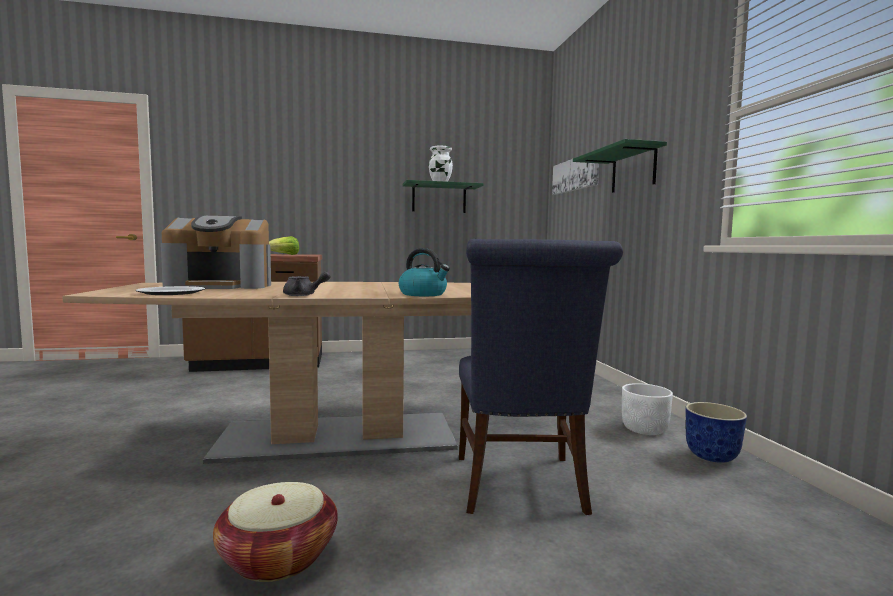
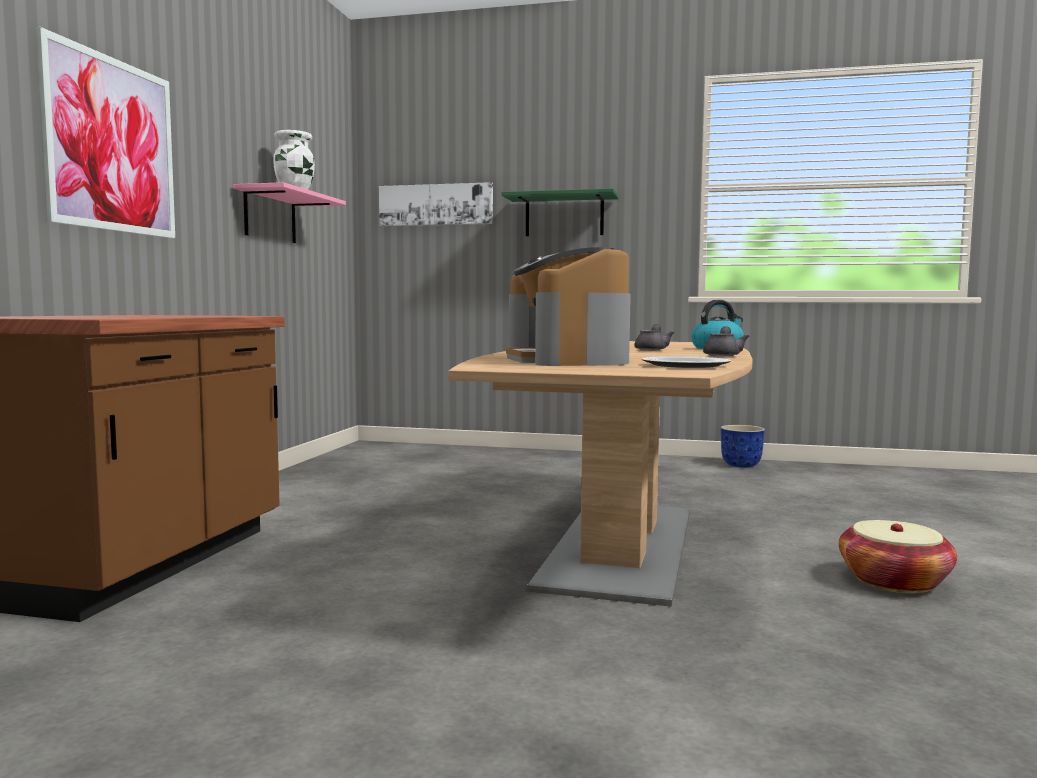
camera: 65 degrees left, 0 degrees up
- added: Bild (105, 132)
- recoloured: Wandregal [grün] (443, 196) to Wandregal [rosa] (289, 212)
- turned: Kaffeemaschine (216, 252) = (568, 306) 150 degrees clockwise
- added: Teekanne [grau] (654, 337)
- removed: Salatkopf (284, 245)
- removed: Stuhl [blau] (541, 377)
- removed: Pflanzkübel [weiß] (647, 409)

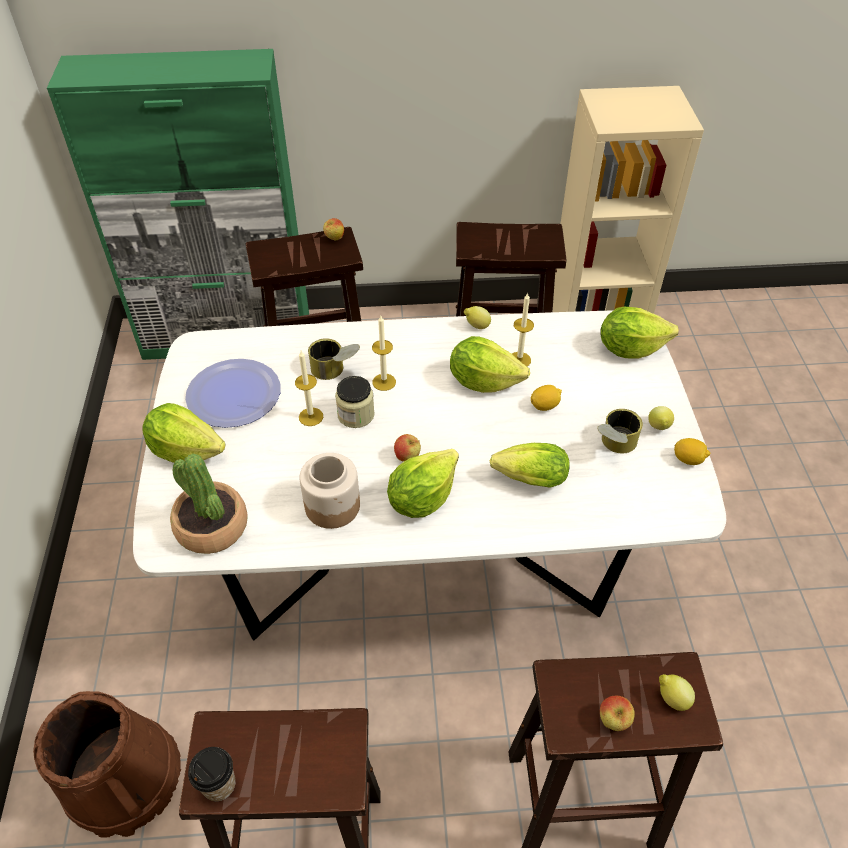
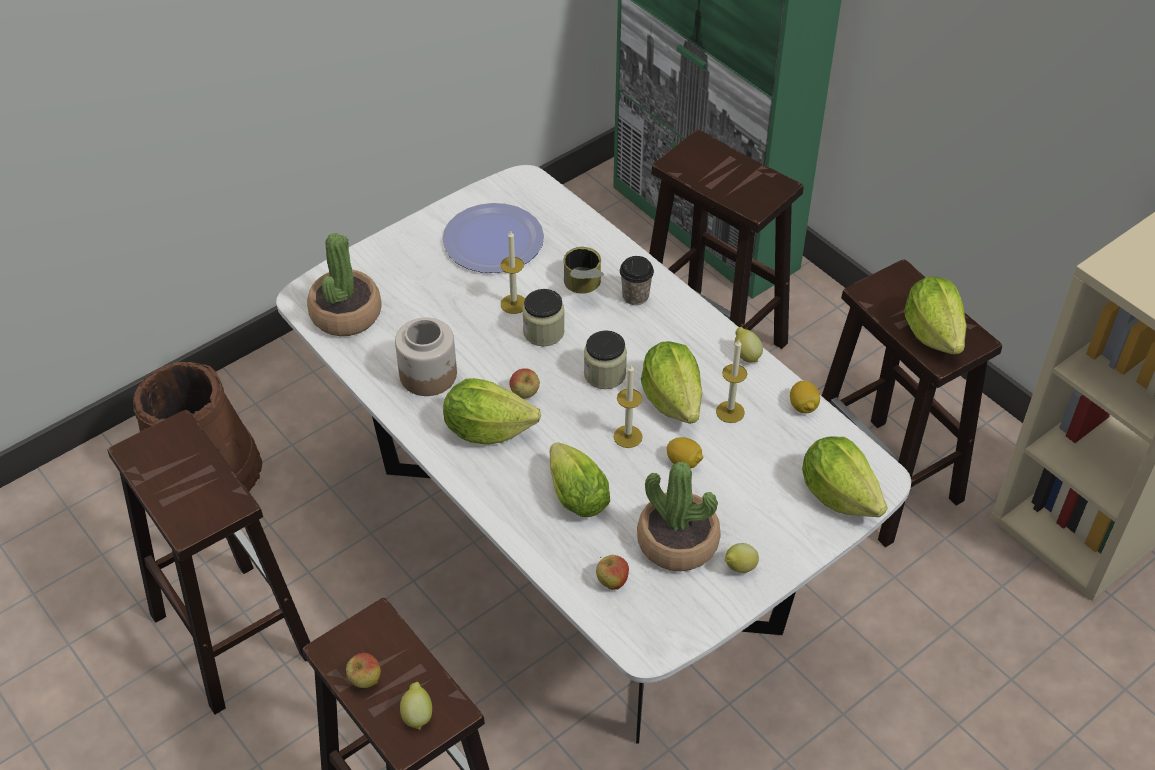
camera: 55 degrees right, 0 degrees up
- added: Vorratsglas (605, 359)
- moved: Apfel (333, 229) to (612, 572)
- moved: Kerze (384, 353) to (628, 406)
- moved: Tasse (212, 774) to (637, 280)
- replaced: Dose (620, 431) to Topfpflanze (679, 516)
- moved: Zitrone (692, 451) to (805, 397)
- moved: Salatkopf (184, 433) to (935, 315)

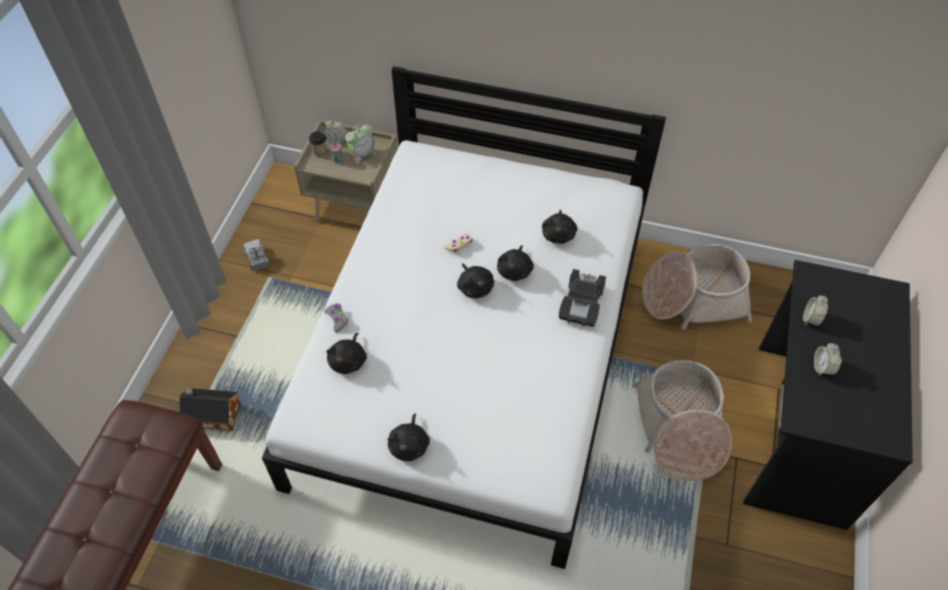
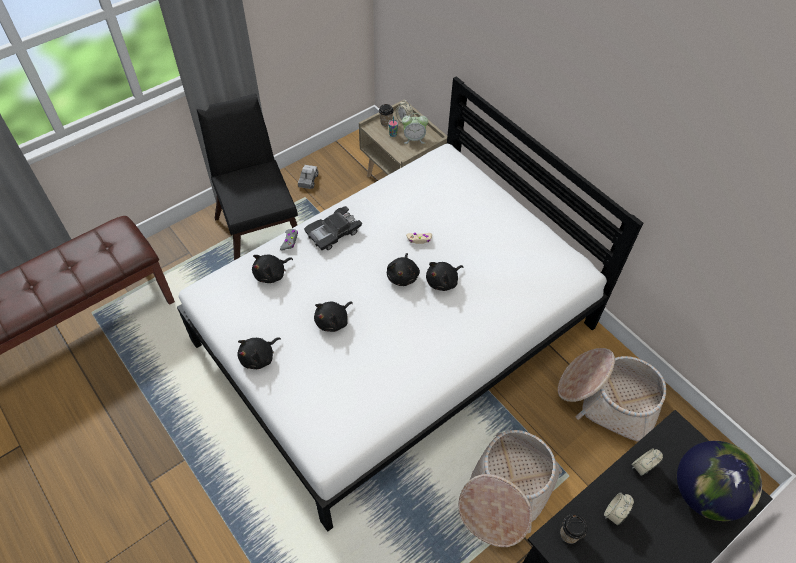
camera: 35 degrees right, 0 degrees up
- added: Stuhl [schwarz] (247, 176)
- moved: Spielzeugauto [schwarz] (582, 298) to (333, 228)
- moved: Plüschtier [schwarz] (559, 227) to (333, 317)
- added: Tasse (573, 529)
- added: Globus (719, 481)
- removed: Spielzeughaus (210, 409)

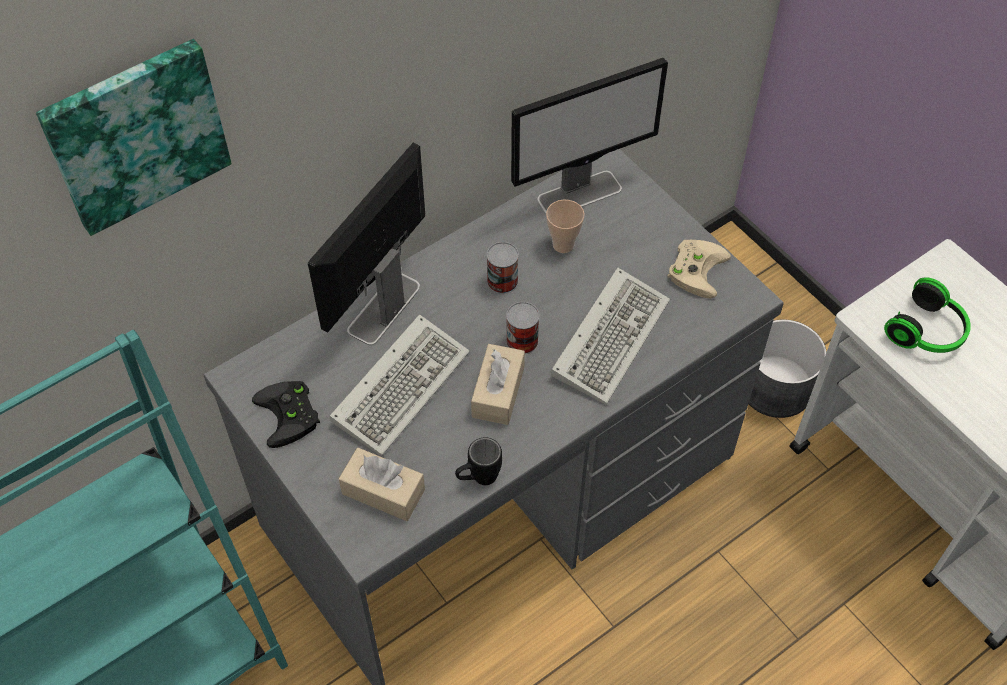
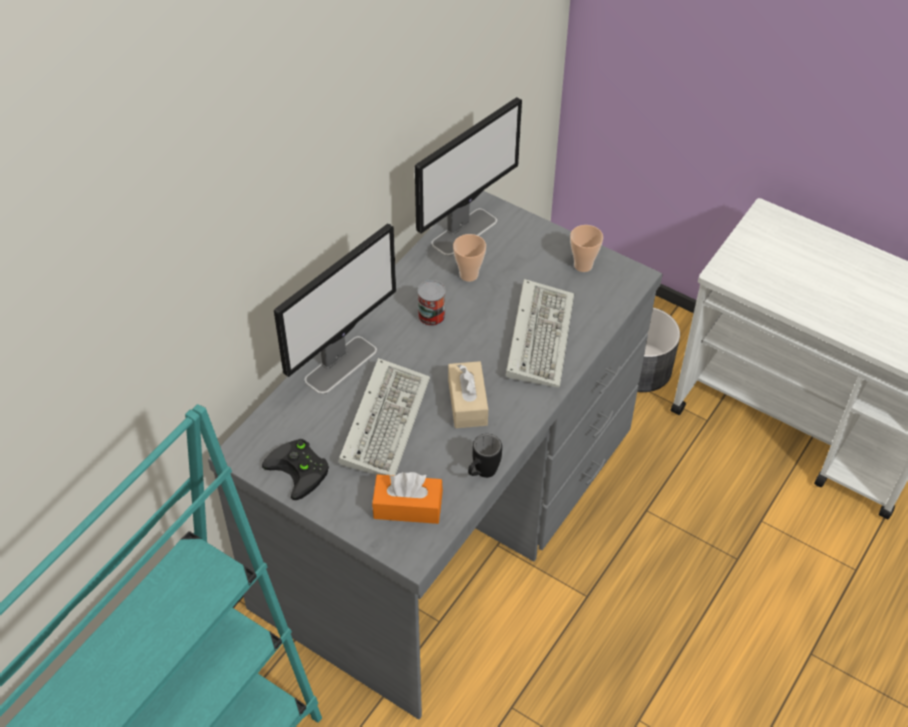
camera: 20 degrees left, 5 degrees down
- turned: Monitor (366, 244) = (335, 308) 150 degrees counterclockwise
- recoloured: Taschentuchbox [beige] (382, 484) to Taschentuchbox [orange] (407, 498)
- replaced: Gamepad [beige] (699, 269) to Tasse (586, 248)
- removed: Bild (134, 137)
- removed: Dose (523, 328)
- removed: Kopfhörer (927, 315)

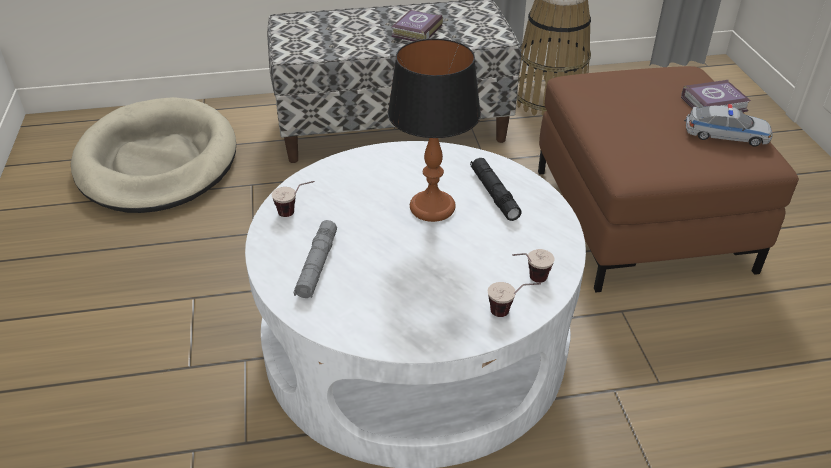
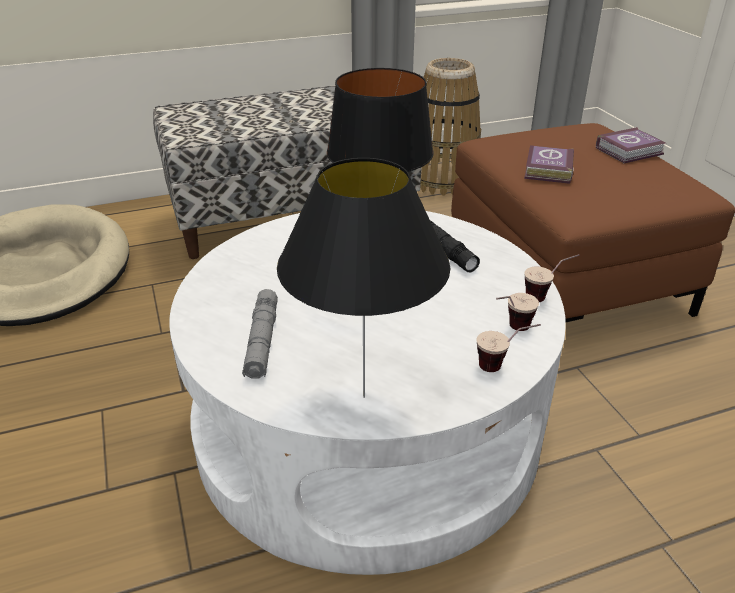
camera: 10 degrees left, 5 degrees down
- added: Tischlampe [schwarz] (363, 278)
- moved: Buch (417, 25) to (549, 164)
- moved: Tasse (293, 199) to (552, 278)
- removed: Spielzeugauto (728, 125)

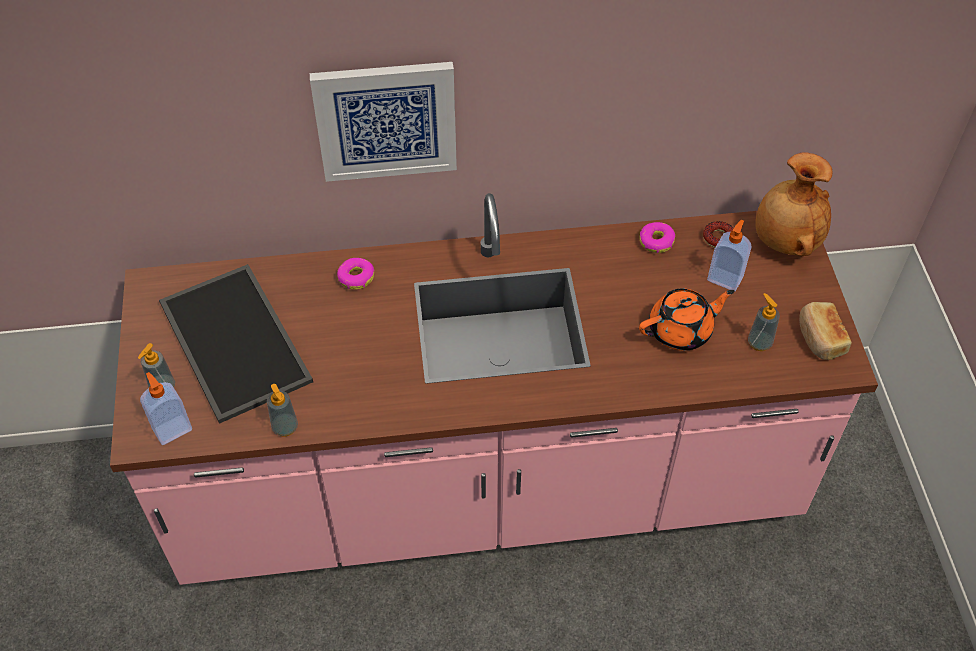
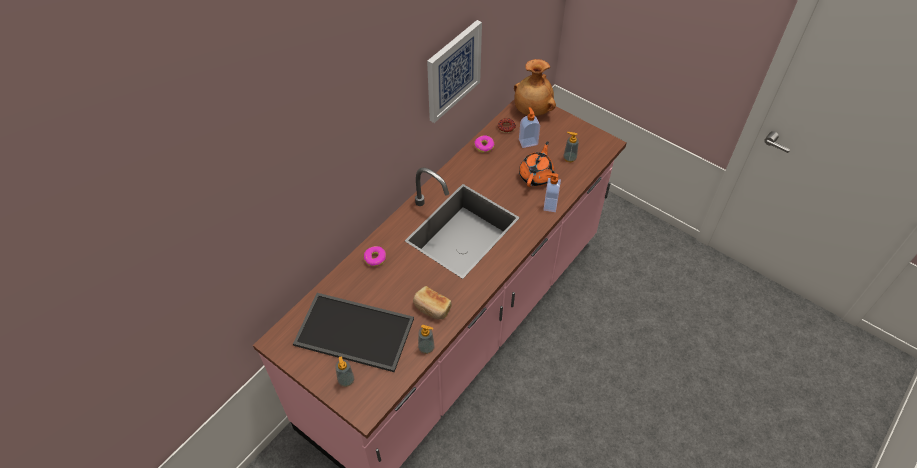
camera: 45 degrees left, 0 degrees up
- moved: Brot (825, 331) to (432, 302)
- moved: Bild (383, 122) to (454, 71)
- moved: Seifenspender (166, 408) to (552, 192)

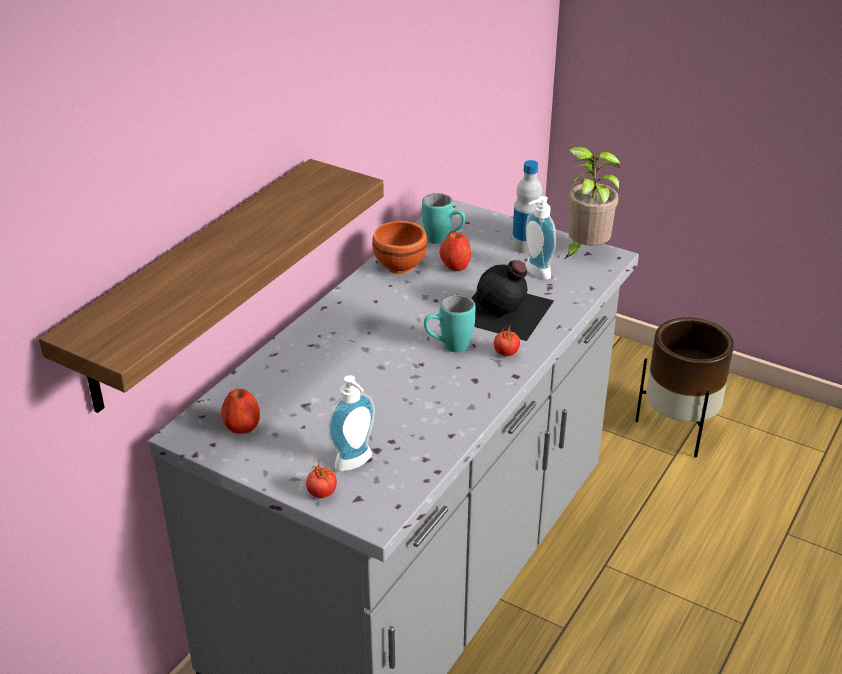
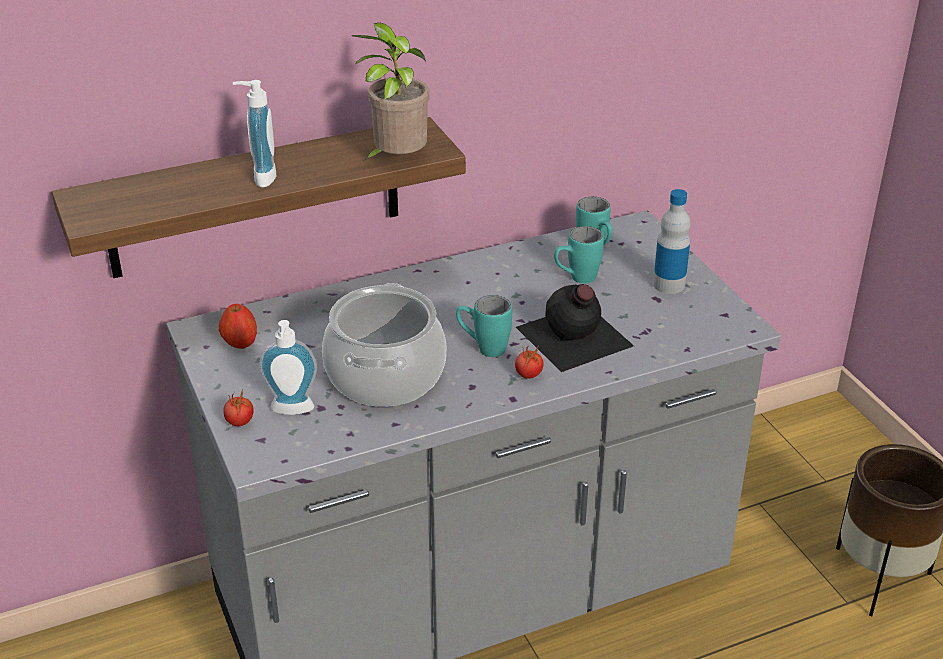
camera: 35 degrees right, 0 degrees up
- moved: Seifenspender (540, 238) to (254, 133)
- added: Kochtopf (384, 345)
- moved: Topfpflanze (592, 203) to (391, 91)
- replaced: Apfel (455, 251) to Henkelbecher [türkis] (579, 255)
- removed: Schüssel [braun] (400, 247)

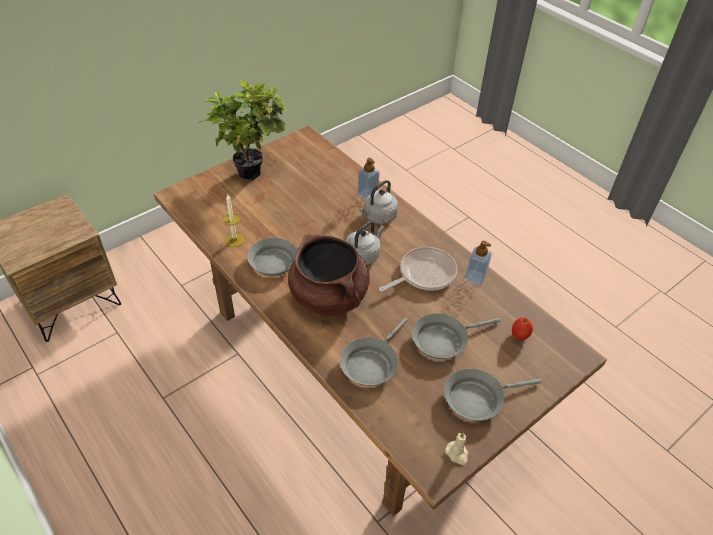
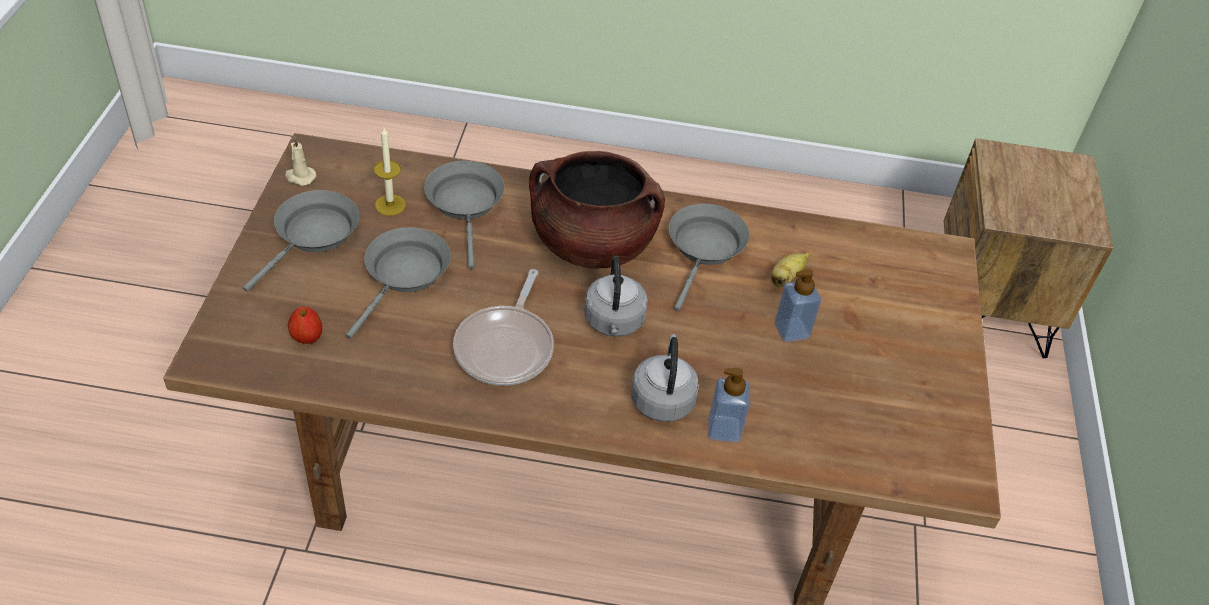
camera: 135 degrees right, 0 degrees up
- moved: Kerze (233, 221) to (390, 171)
- added: Banane (790, 269)
- moved: Seifenspender (478, 263) to (798, 305)
- removed: Topfpflanze (242, 130)

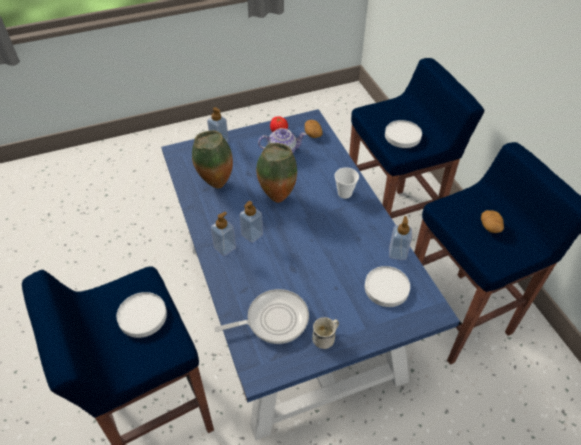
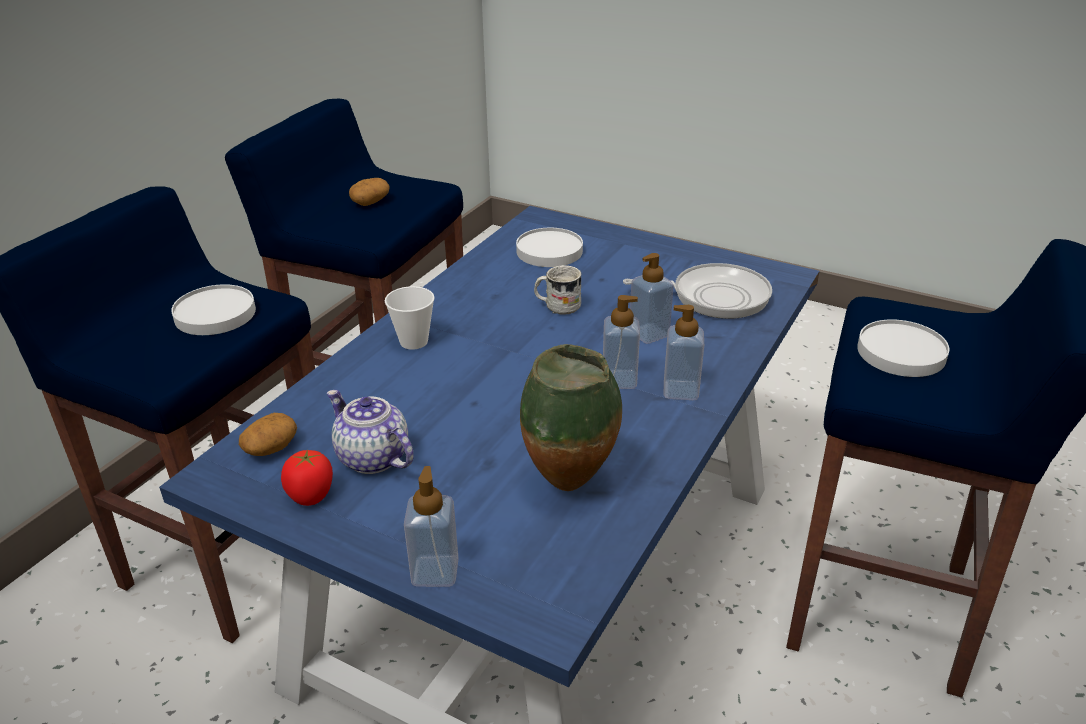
camera: 130 degrees left, 15 degrees down
- moved: Henkelbecher [weiß] (325, 333) to (558, 289)
- turned: Pfanne (261, 316) = (697, 291) 150 degrees clockwise
- moved: Seifenspender (400, 238) to (652, 298)
- removed: Vase (276, 173)

